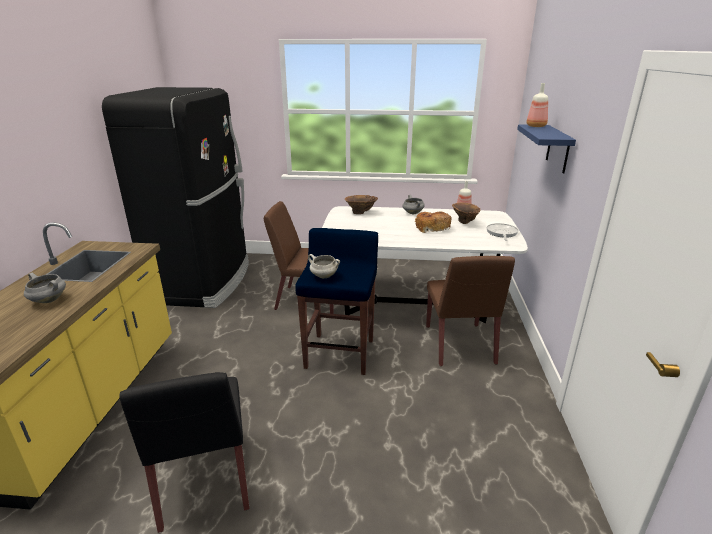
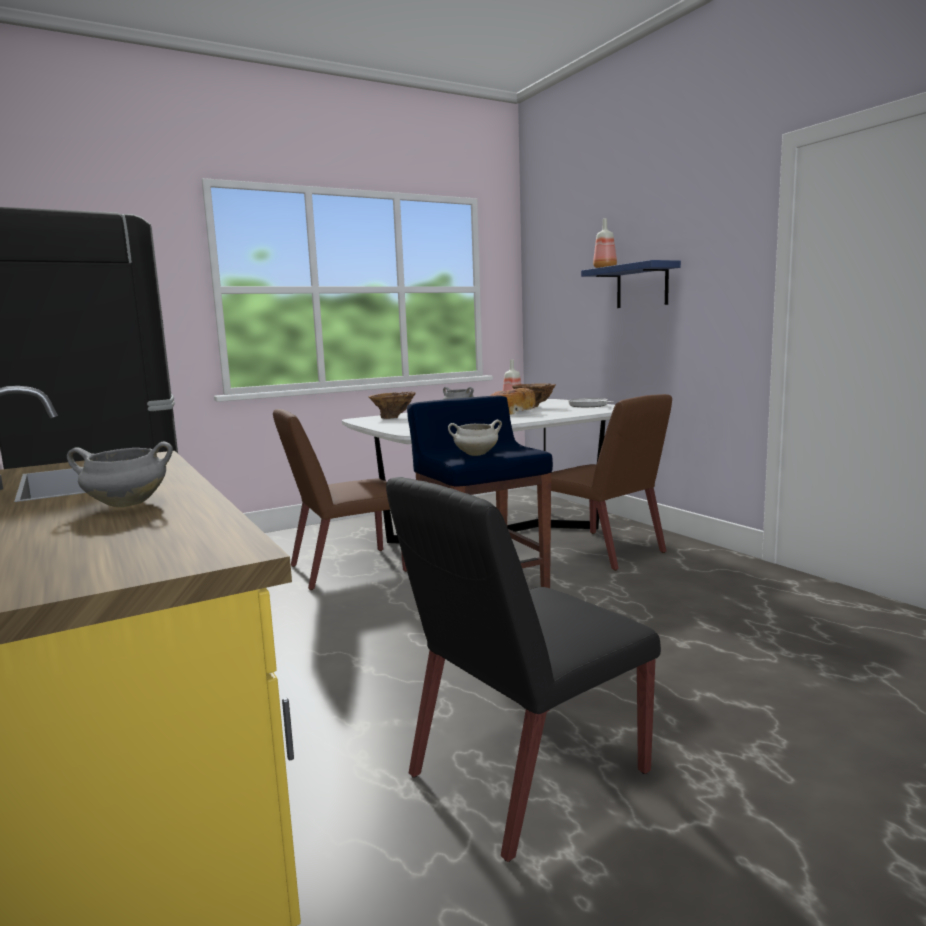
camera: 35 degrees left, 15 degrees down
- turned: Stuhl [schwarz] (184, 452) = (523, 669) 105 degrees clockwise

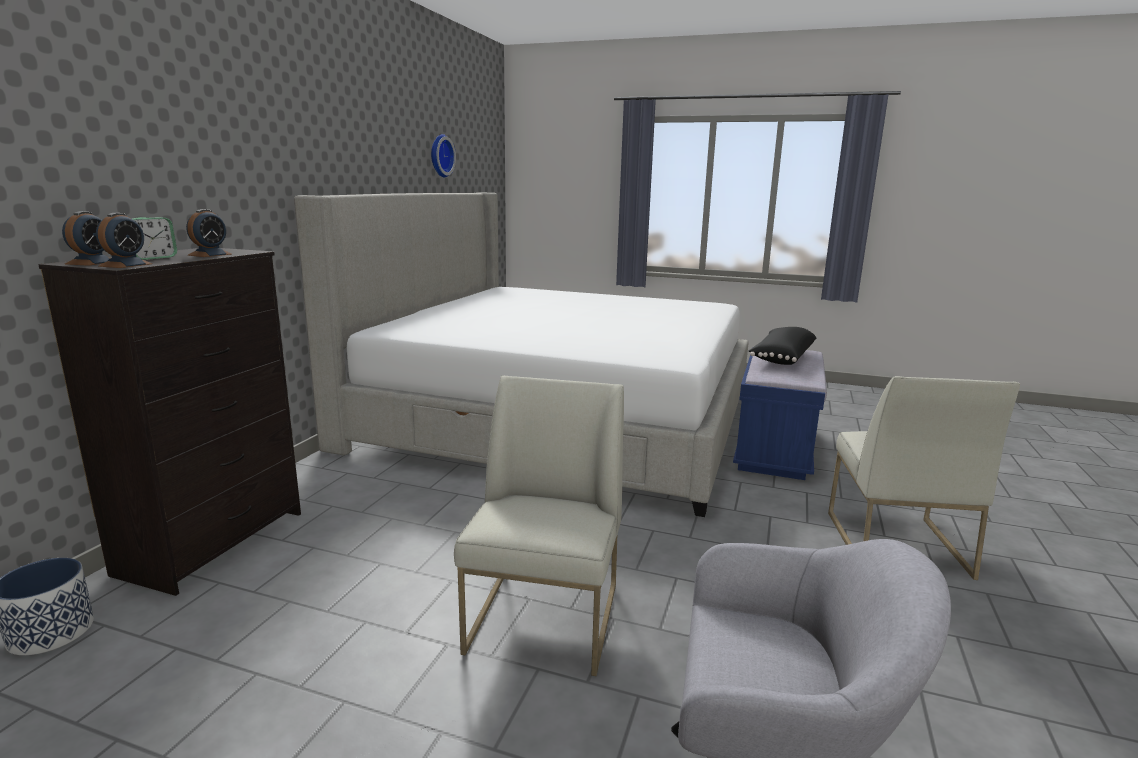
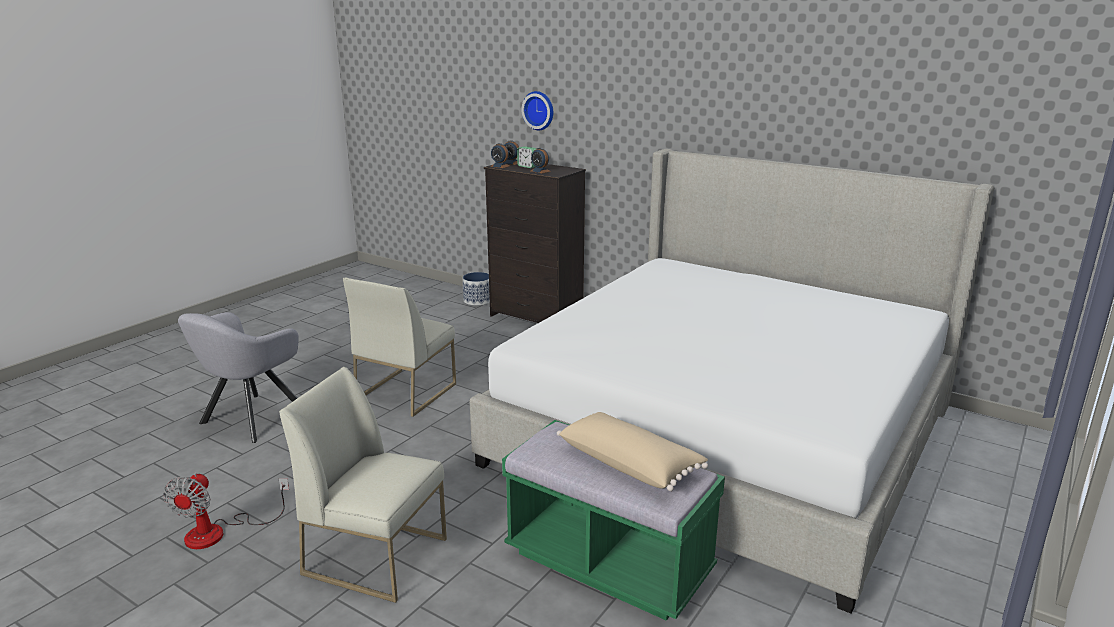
camera: 105 degrees right, 5 degrees up
- added: Ventilator (226, 511)
- turned: Stuhl [weiß] (539, 526) = (399, 347) 90 degrees clockwise
- recoloured: Bank [blau] (780, 415) to Bank [grün] (613, 520)
- moved: Wanduhr (443, 155) to (537, 110)
- recoloured: Kissen [schwarz] (782, 346) to Kissen [beige] (632, 451)

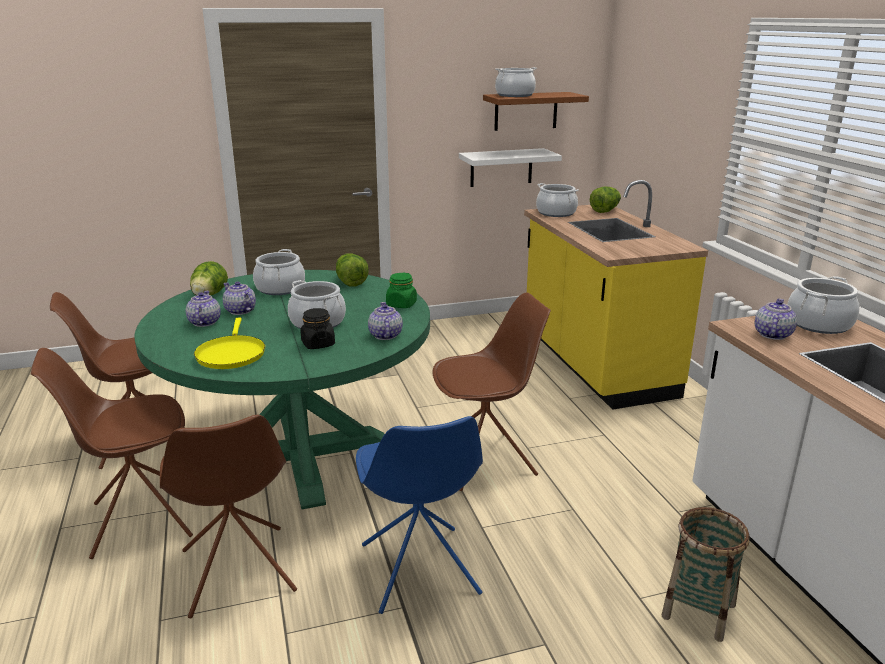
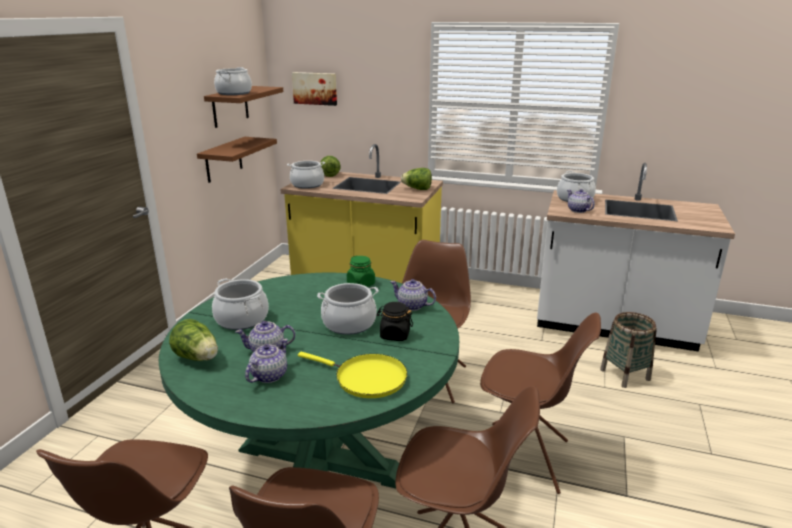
camera: 55 degrees left, 0 degrees up
- recoloured: Wandregal [weiß] (510, 167) to Wandregal [braun] (237, 160)
- turned: Teekanne (203, 309) = (266, 361) 90 degrees clockwise
- added: Bild (314, 89)
- moved: Salatkopf (352, 270) to (416, 179)
- recoloured: Stuhl [blau] (419, 515) to Stuhl [braun] (540, 403)

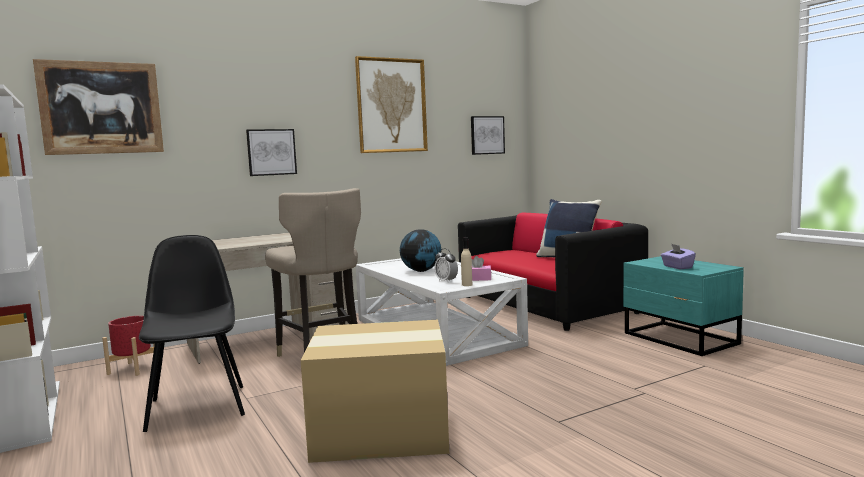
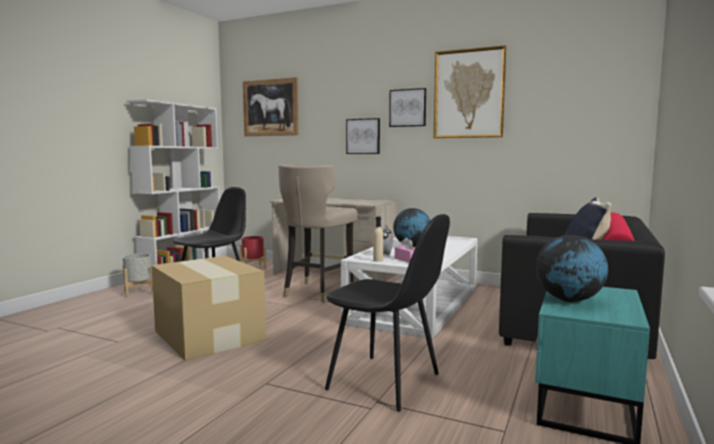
camera: 55 degrees right, 0 degrees up
- added: Pflanzkübel [grau] (138, 275)
- added: Stuhl [schwarz] (387, 313)
- moved: Bild (488, 135) to (407, 107)
- replaced: Taschentuchbox [lila] (678, 257) to Globus (572, 268)

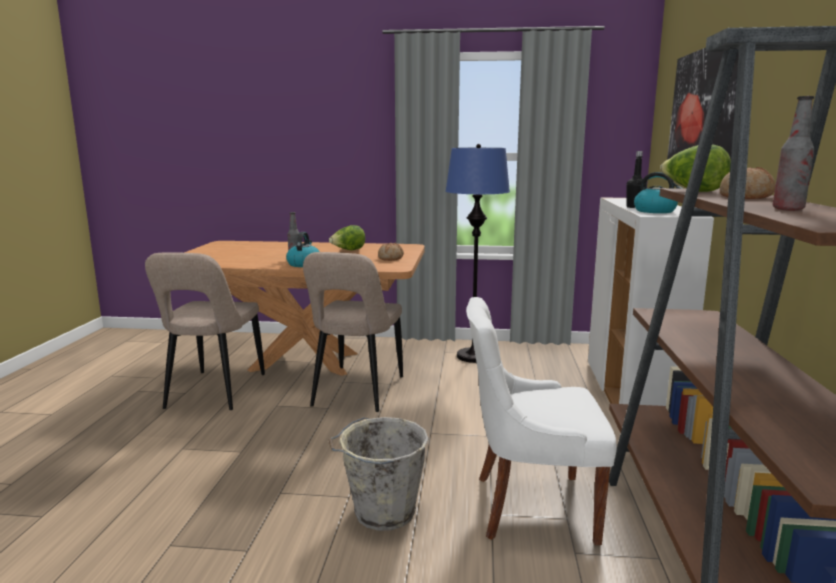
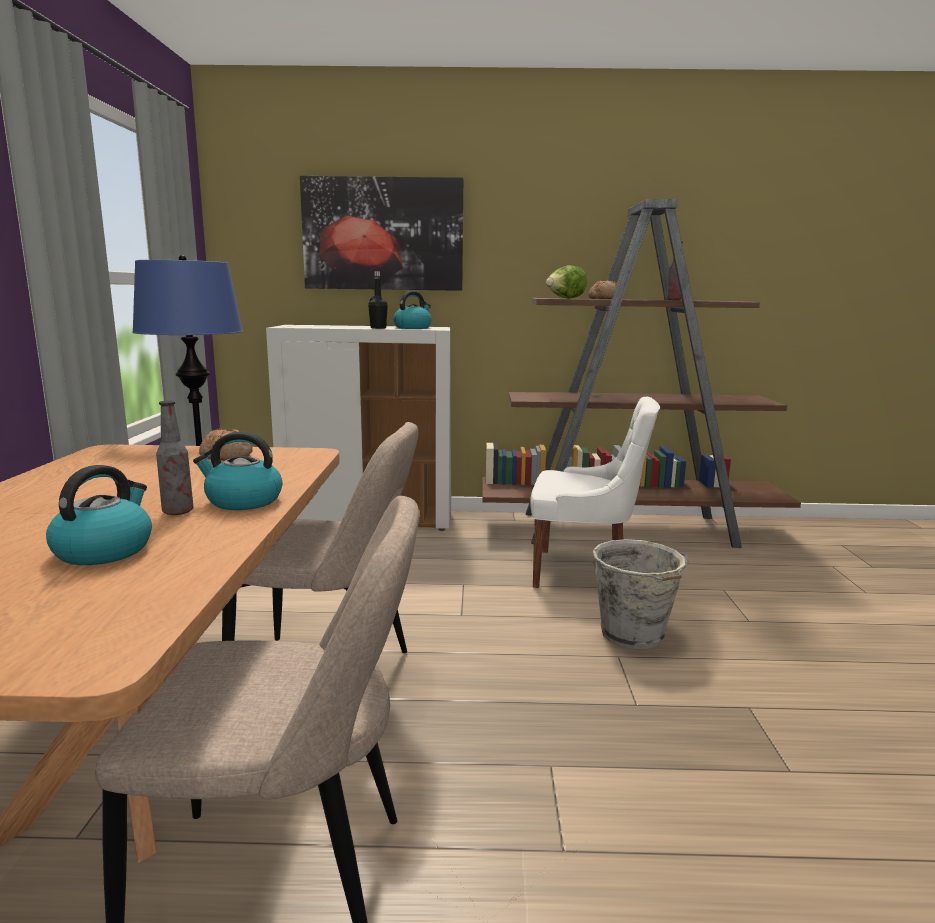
camera: 95 degrees left, 0 degrees up
- added: Wasserkessel (99, 515)
- turned: Stuhl [weiß] (541, 421) = (595, 492) 75 degrees counterclockwise
- removed: Salatkopf (347, 237)

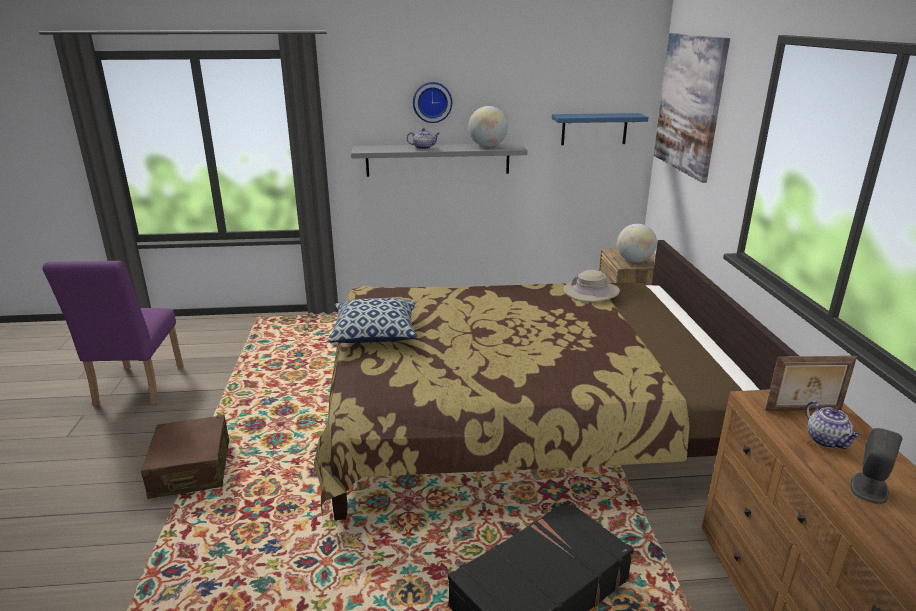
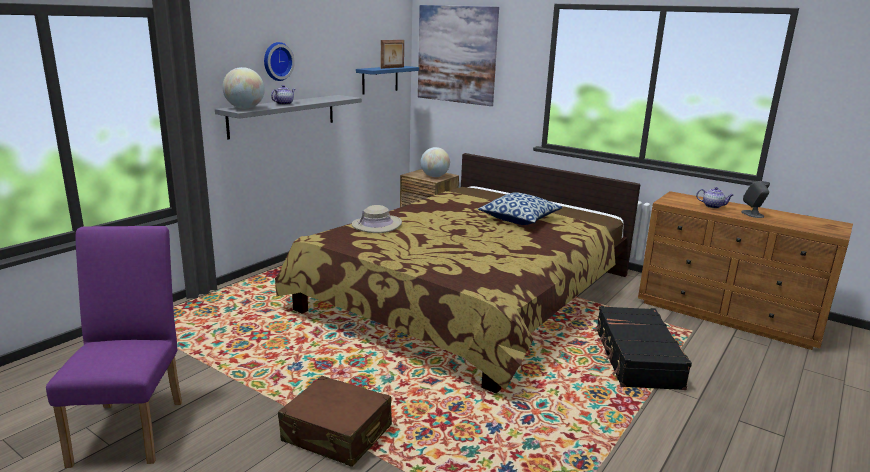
camera: 50 degrees left, 5 degrees down
- turned: Stuhl [lila] (113, 333) = (114, 347) 135 degrees counterclockwise
- moved: Globus (488, 126) to (243, 88)
- moved: Hut [beige] (592, 286) to (377, 219)
- moved: Bilderrahmen (811, 383) to (392, 54)
- moved: Kissen (372, 320) to (520, 208)

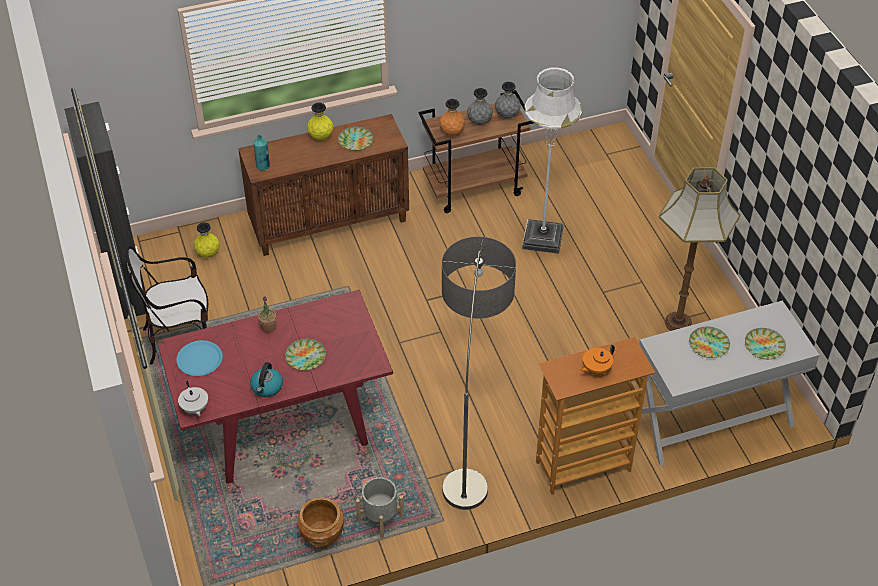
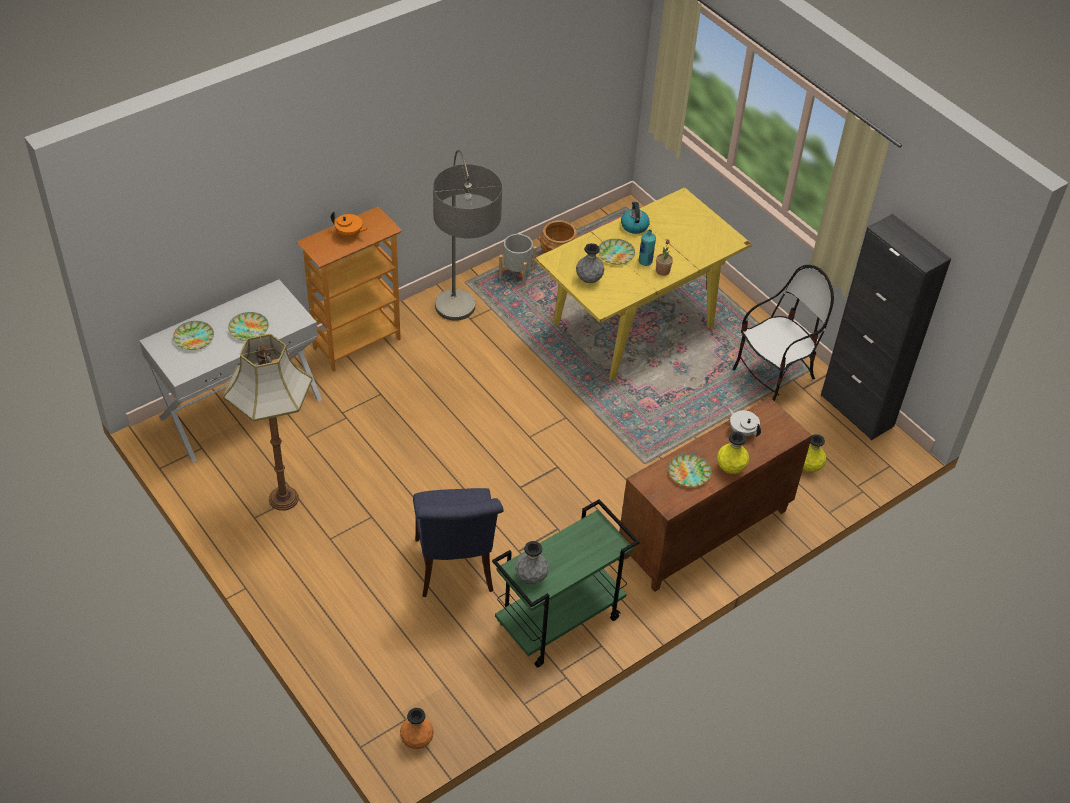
camera: 160 degrees right, 0 degrees up
- turned: Teekanne [orange] (597, 359) = (349, 224) 75 degrees clockwise
- moved: Vase [orange] (452, 117) to (417, 728)
- replaced: Stehlampe [weiß] (552, 160) to Stuhl [blau] (458, 542)
- recoloured: Rollwagen [braun] (476, 151) to Rollwagen [grün] (565, 583)
- recoloured: Esstisch [rot] (275, 387) to Esstisch [gelb] (643, 284)
- moved: Vase [grau] (480, 106) to (590, 263)
- moved: Flasche [türkis] (261, 152) to (647, 247)
- moved: Teekanne [weiß] (193, 398) to (744, 422)
- removed: Teller [blau] (199, 358)

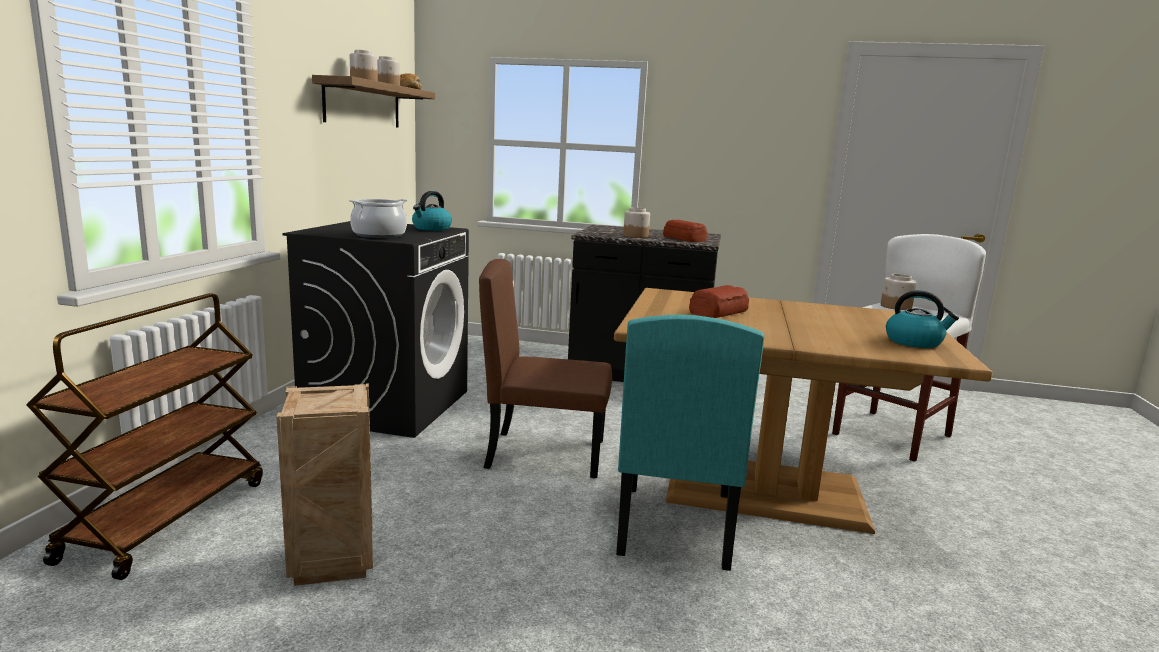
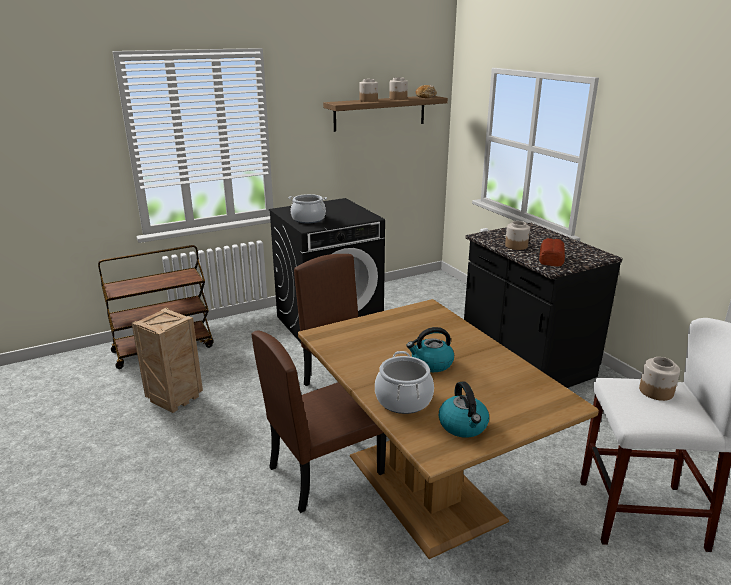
camera: 50 degrees right, 10 degrees up
- recoloured: Stuhl [türkis] (690, 443) to Stuhl [braun] (319, 422)
- added: Kochtopf (404, 382)
- moved: Wasserkessel (432, 211) to (430, 349)
- removed: Brot (719, 301)

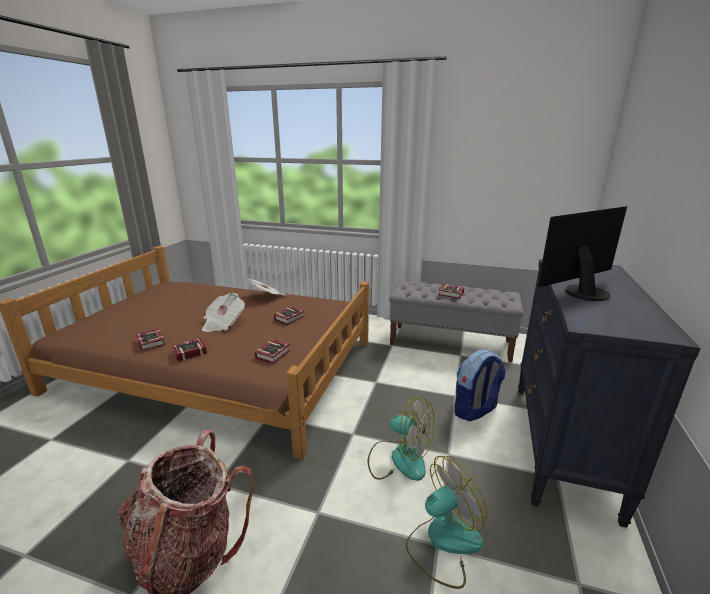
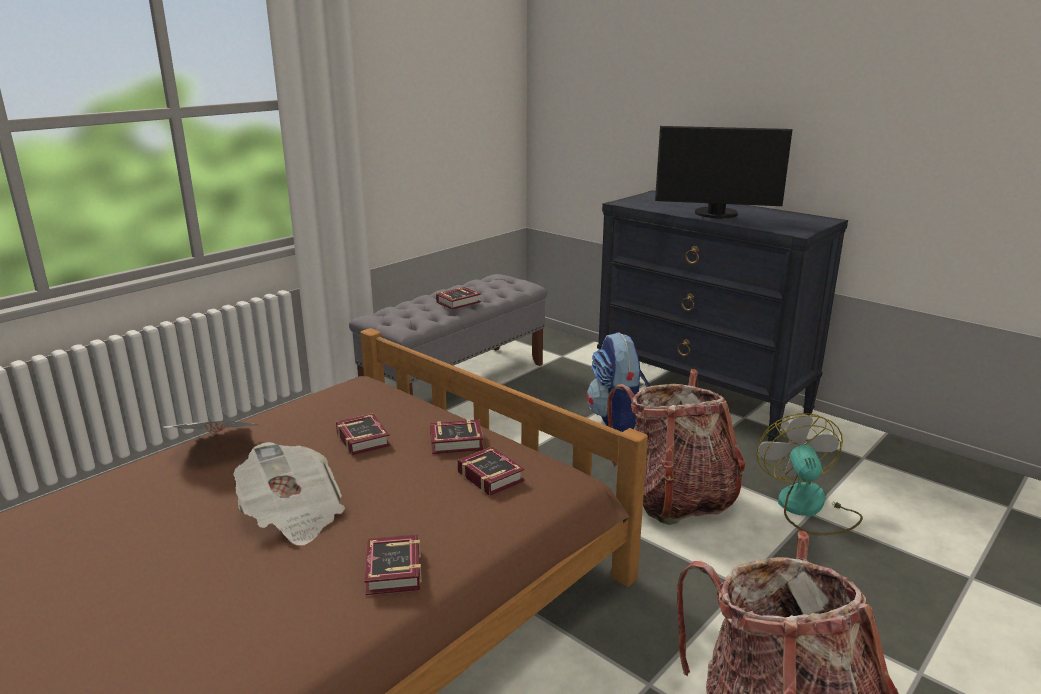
camera: 65 degrees left, 0 degrees up
- moved: Buch (150, 340) to (457, 436)
- replaced: Ventilator (401, 438) to Rucksack (676, 447)
- turned: Monitor (582, 253) = (724, 172) 75 degrees counterclockwise

